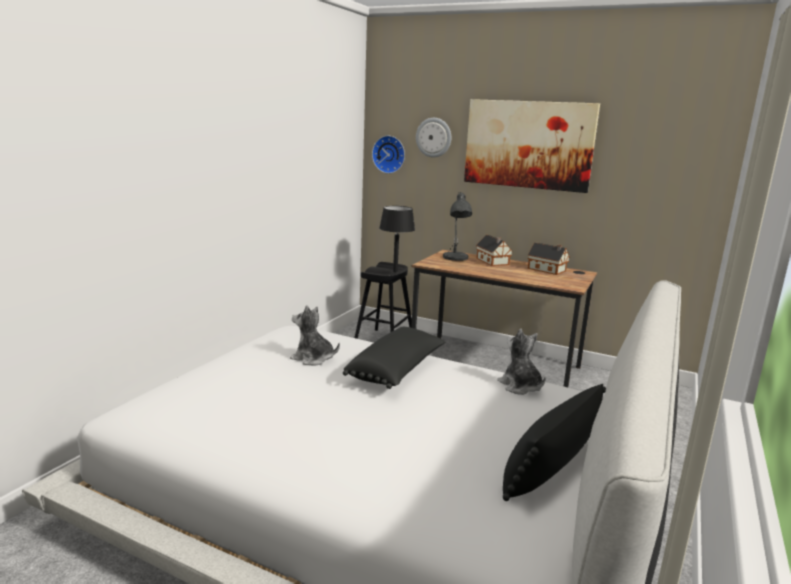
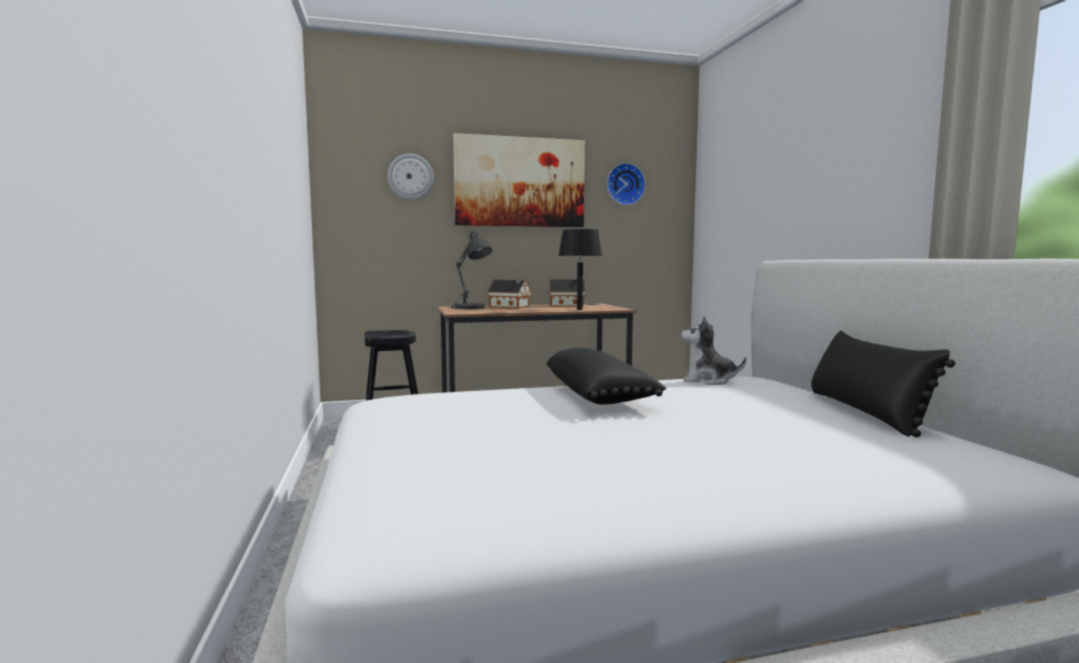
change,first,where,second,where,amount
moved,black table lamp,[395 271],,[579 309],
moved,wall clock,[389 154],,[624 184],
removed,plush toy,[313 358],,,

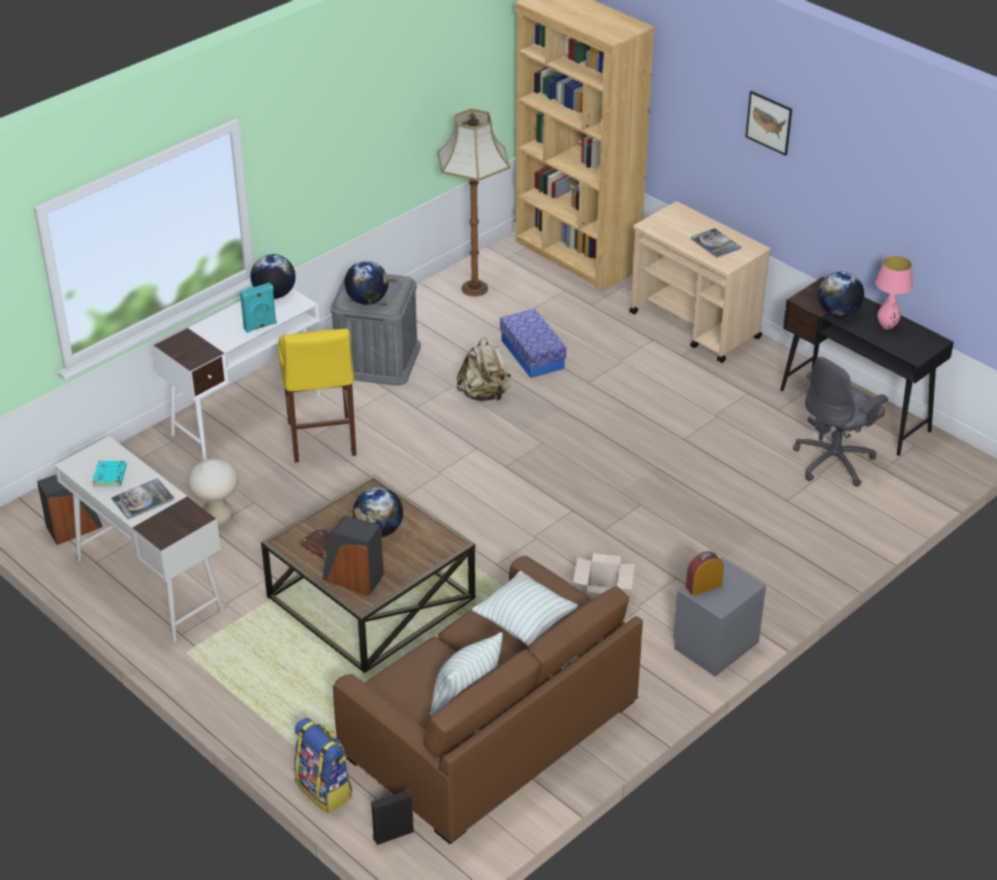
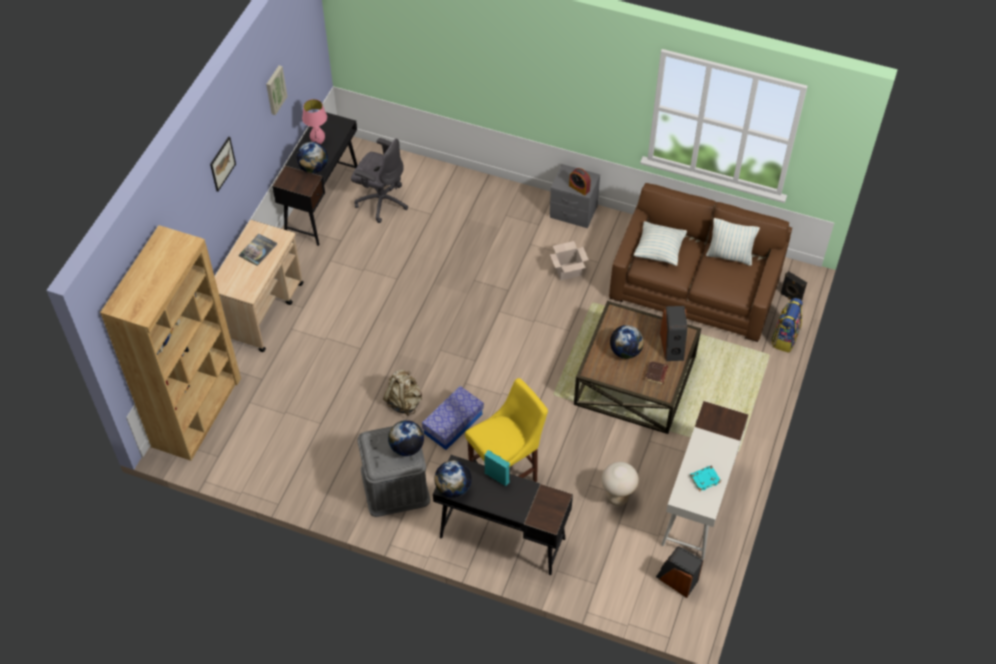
change,first,where,second,where,amount
added,,,picture,[275 89],
moved,storage box,[532 354],,[453 424],
recoloured,white desk,[247 414],black desk,[501 537],
removed,book,[143 499],,,
removed,floor lamp,[474 289],,,

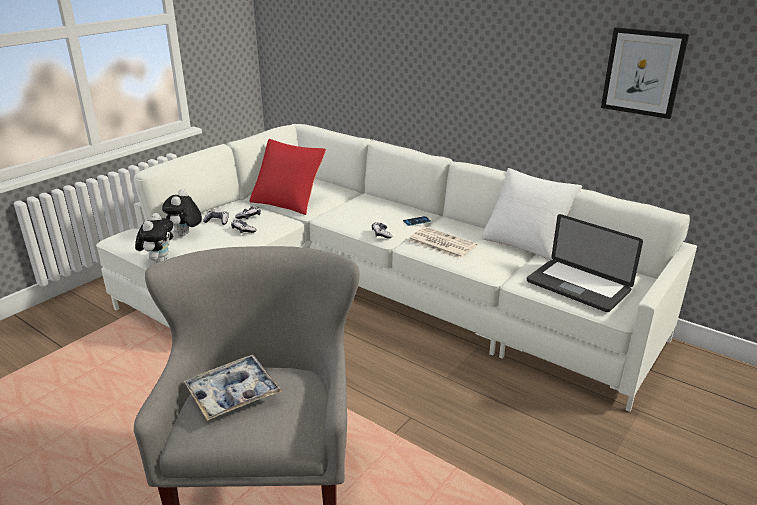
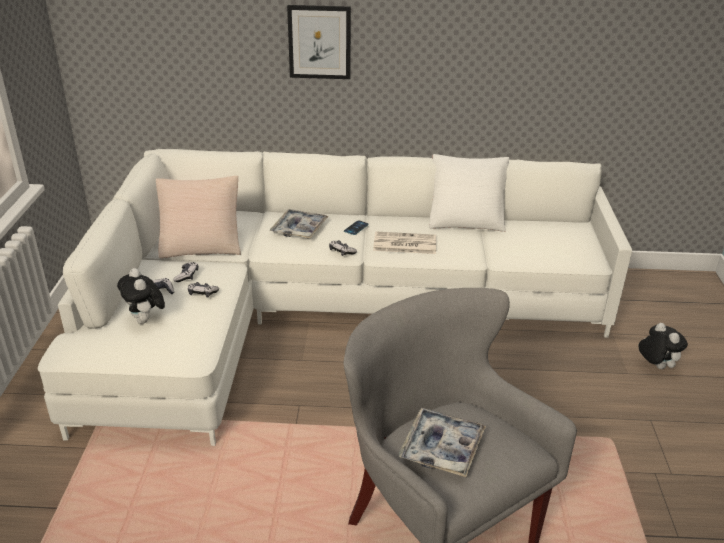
change,first,where,second,where,amount
recoloured,red pillow,[288 201],beige pillow,[201 244],
added,,,tray,[299 229],
moved,picture,[643 72],,[319 42],
moved,plush toy,[159 260],,[655 366],
removed,laptop,[578 286],,,

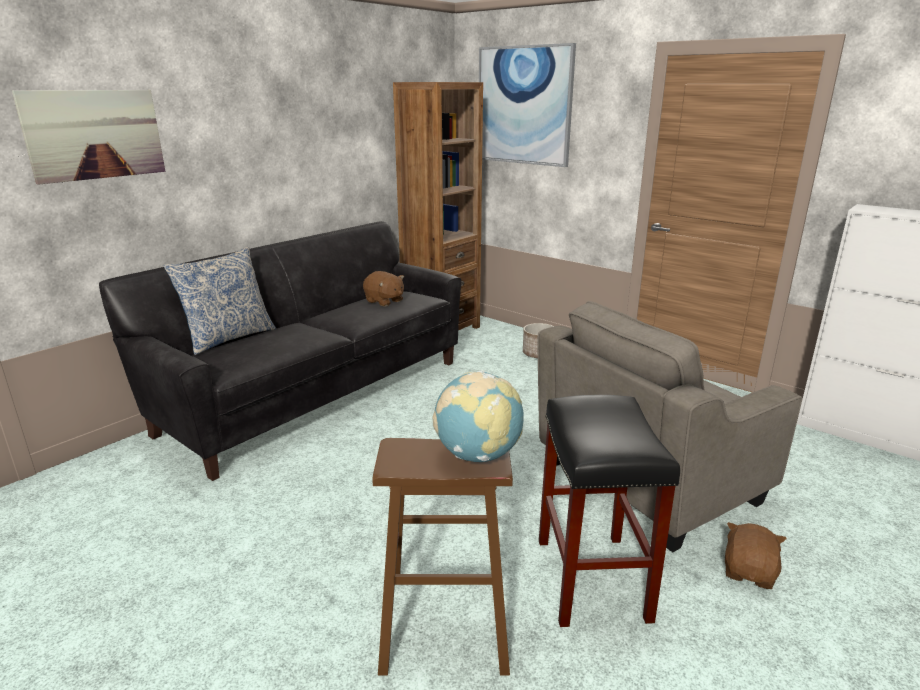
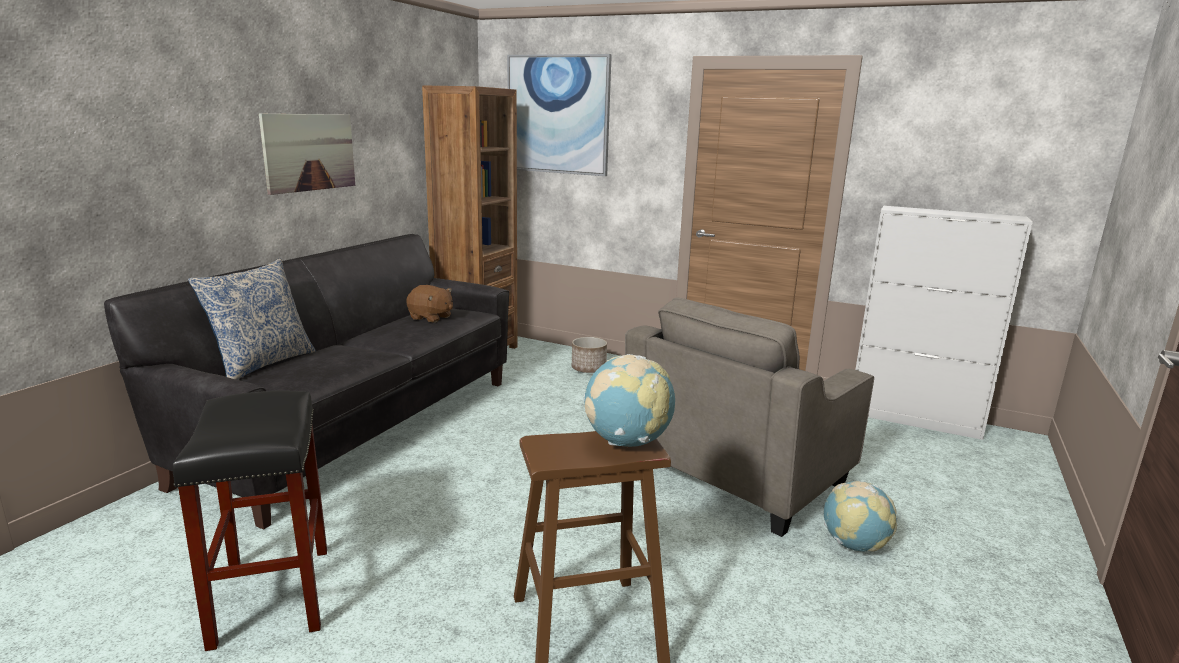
change,first,where,second,where,amount
moved,black stool,[590 577],,[271 594],
moved,picture,[95 134],,[309 152],
replaced,brown plush toy,[749 572],globe,[854 545],

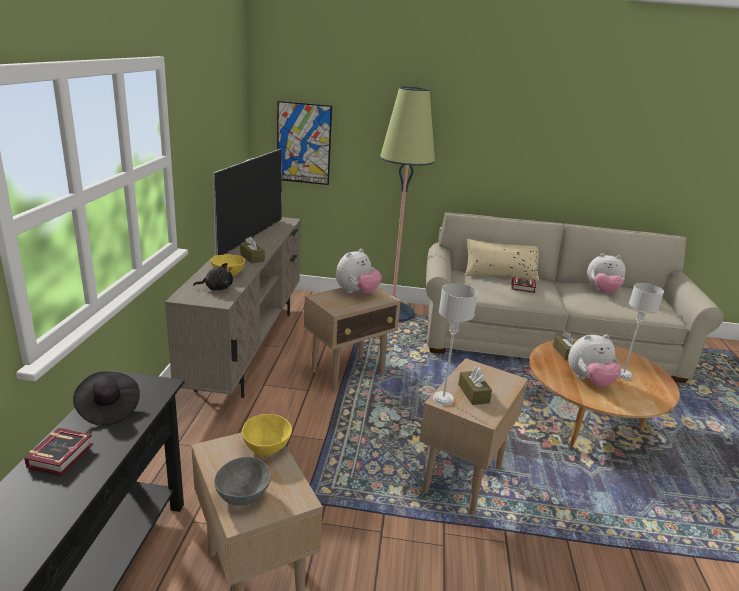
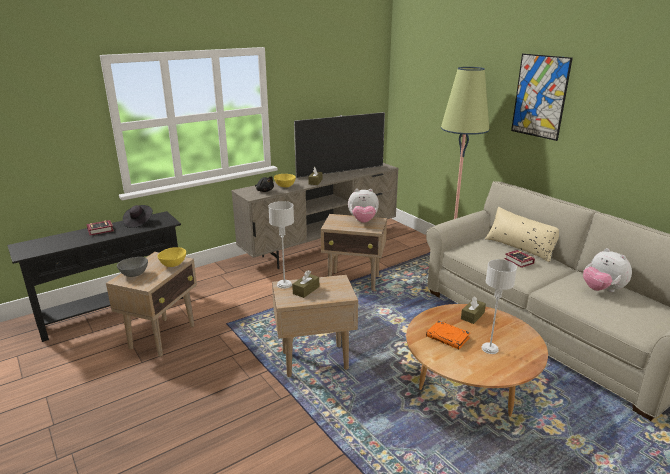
change,first,where,second,where,amount
replaced,plush toy,[589 381],orange book,[448 337],
moved,picture,[303 143],,[540 96],

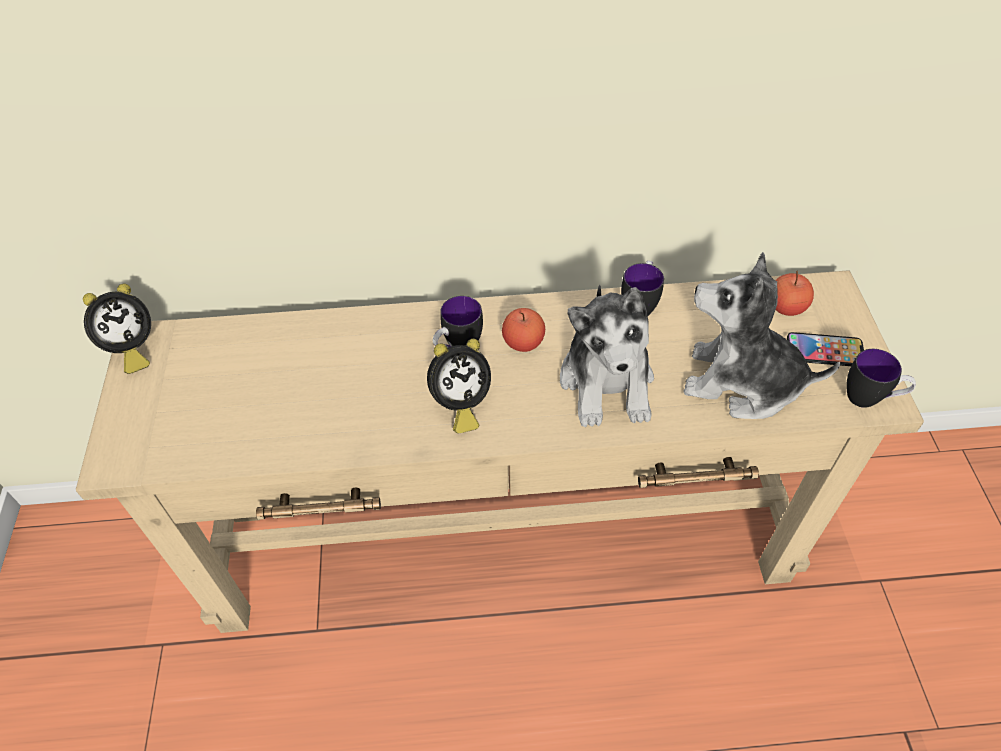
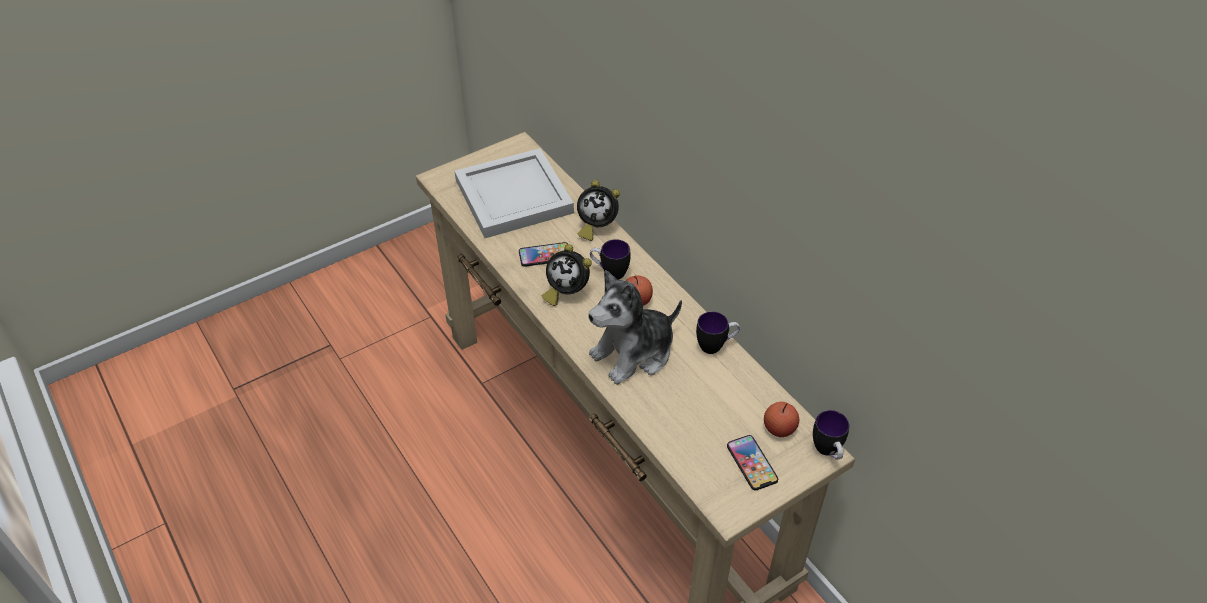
change,first,where,second,where,amount
added,,,white tray,[514 195],
added,,,phone,[545 255],
moved,alarm clock,[131 350],,[596 227],
moved,mug,[870 399],,[828 452],
removed,plush toy,[741 383],,,

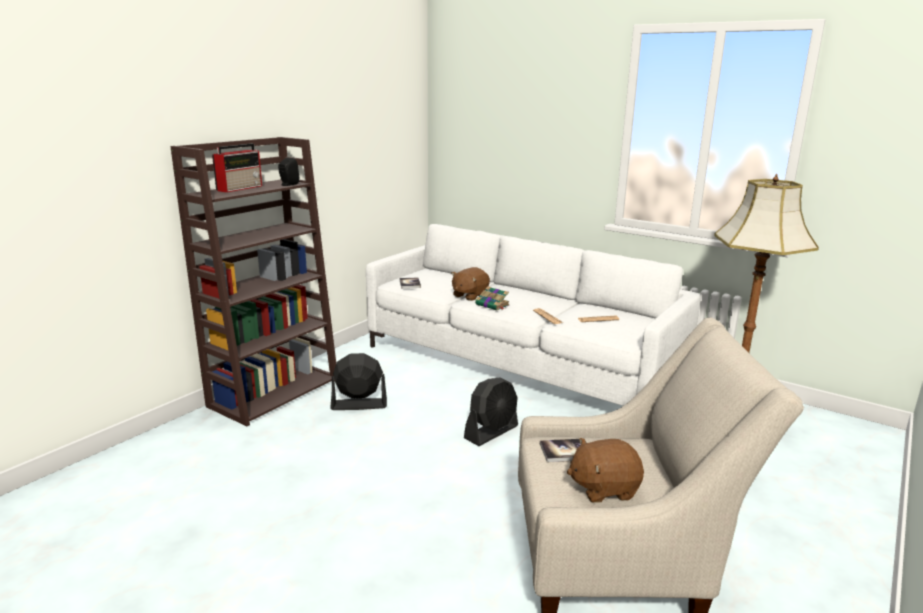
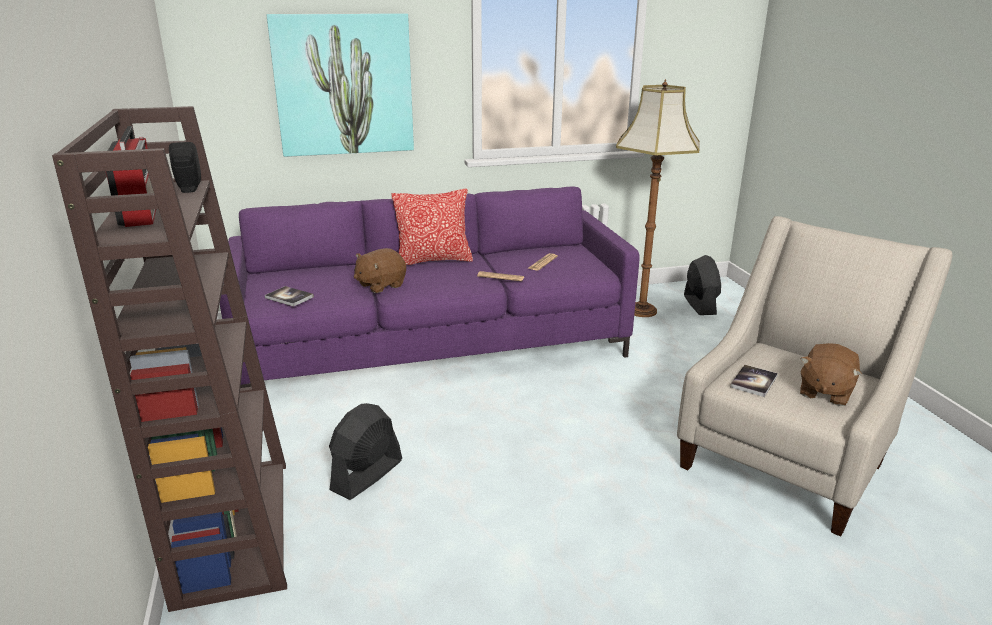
change,first,where,second,where,amount
recoloured,white sofa,[518 365],purple sofa,[433 348],
added,,,picture,[344 85],
turned,brown plush toy,[469 295],,[380 285],60 degrees clockwise
added,,,pillow,[434 260],
moved,black fan,[491 432],,[699 305],
removed,book,[493 305],,,

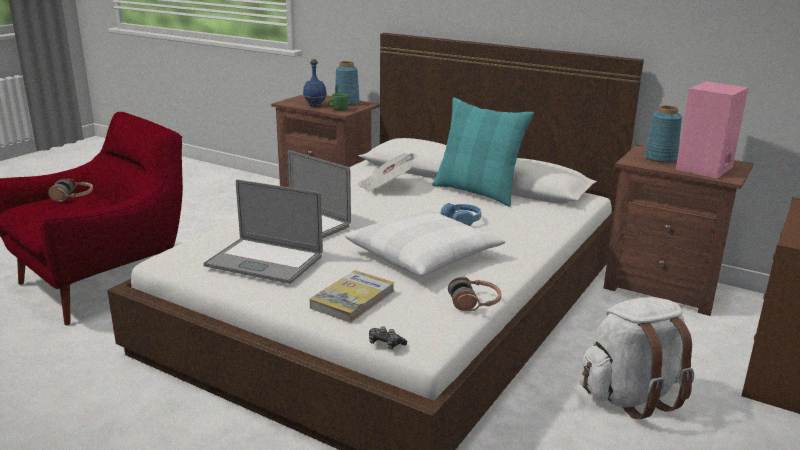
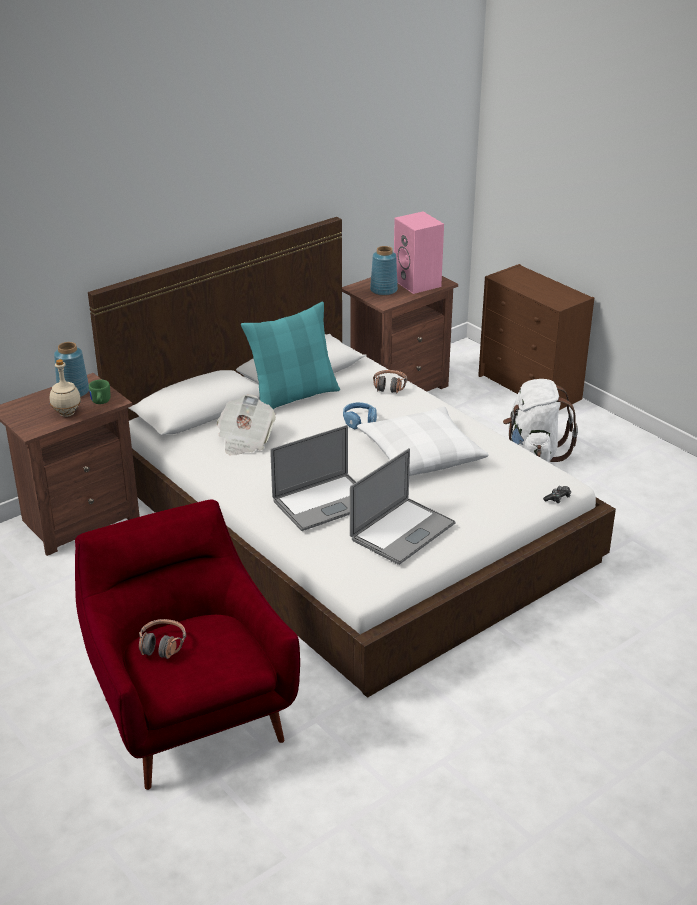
change,first,where,second,where,amount
recoloured,blue bottle,[315 106],beige bottle,[67 413],
moved,headphones,[474 303],,[389 386],
removed,book,[353 299],,,

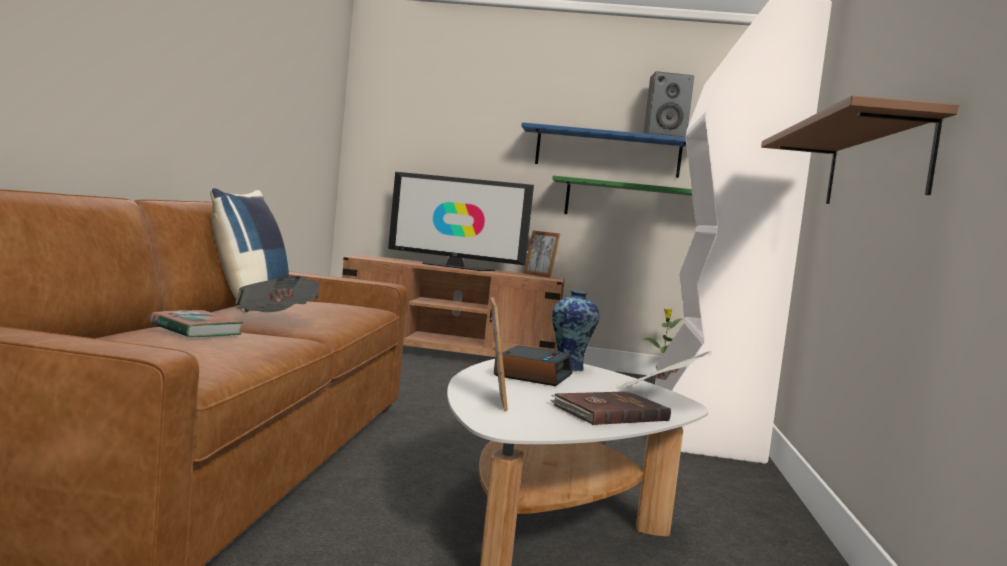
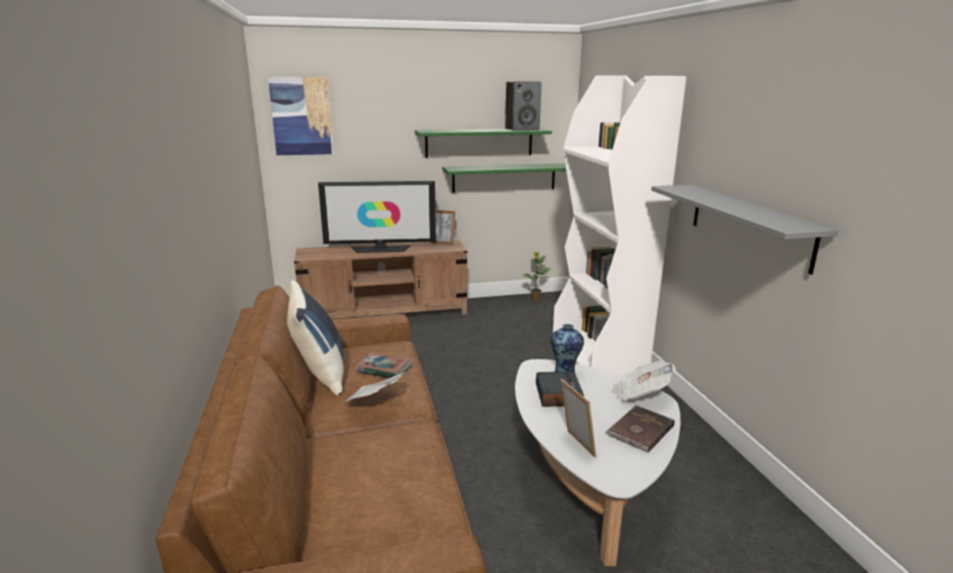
change,first,where,second,where,amount
added,,,picture,[301 116],
moved,book,[195 330],,[384 369],
recoloured,blue shelf,[608 153],green shelf,[479 142],
recoloured,brown shelf,[875 165],grey shelf,[748 225],

